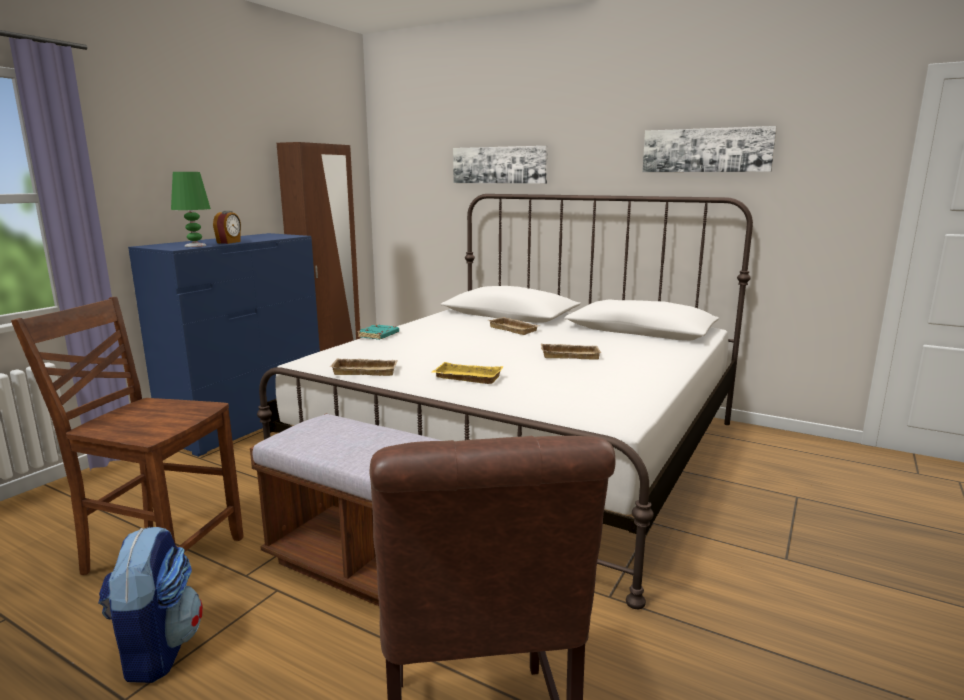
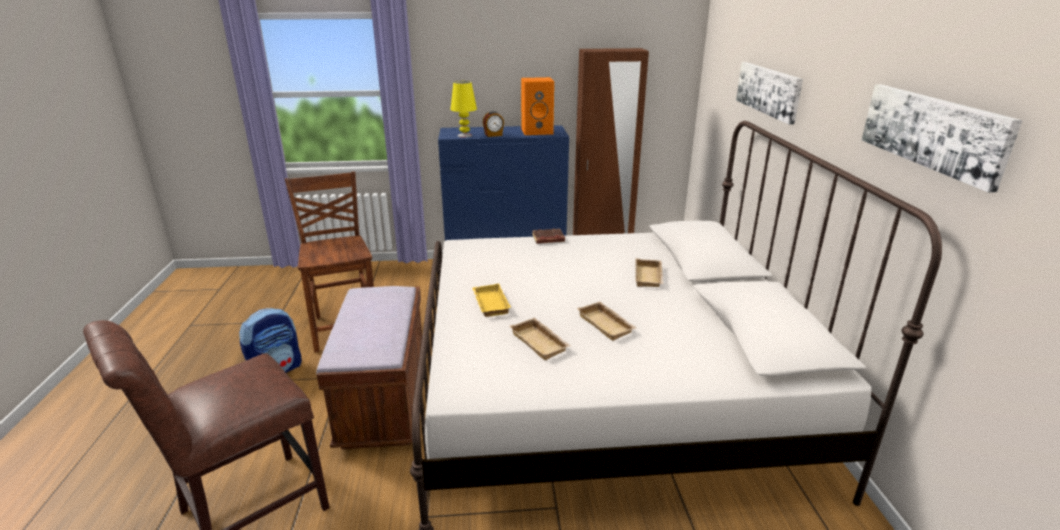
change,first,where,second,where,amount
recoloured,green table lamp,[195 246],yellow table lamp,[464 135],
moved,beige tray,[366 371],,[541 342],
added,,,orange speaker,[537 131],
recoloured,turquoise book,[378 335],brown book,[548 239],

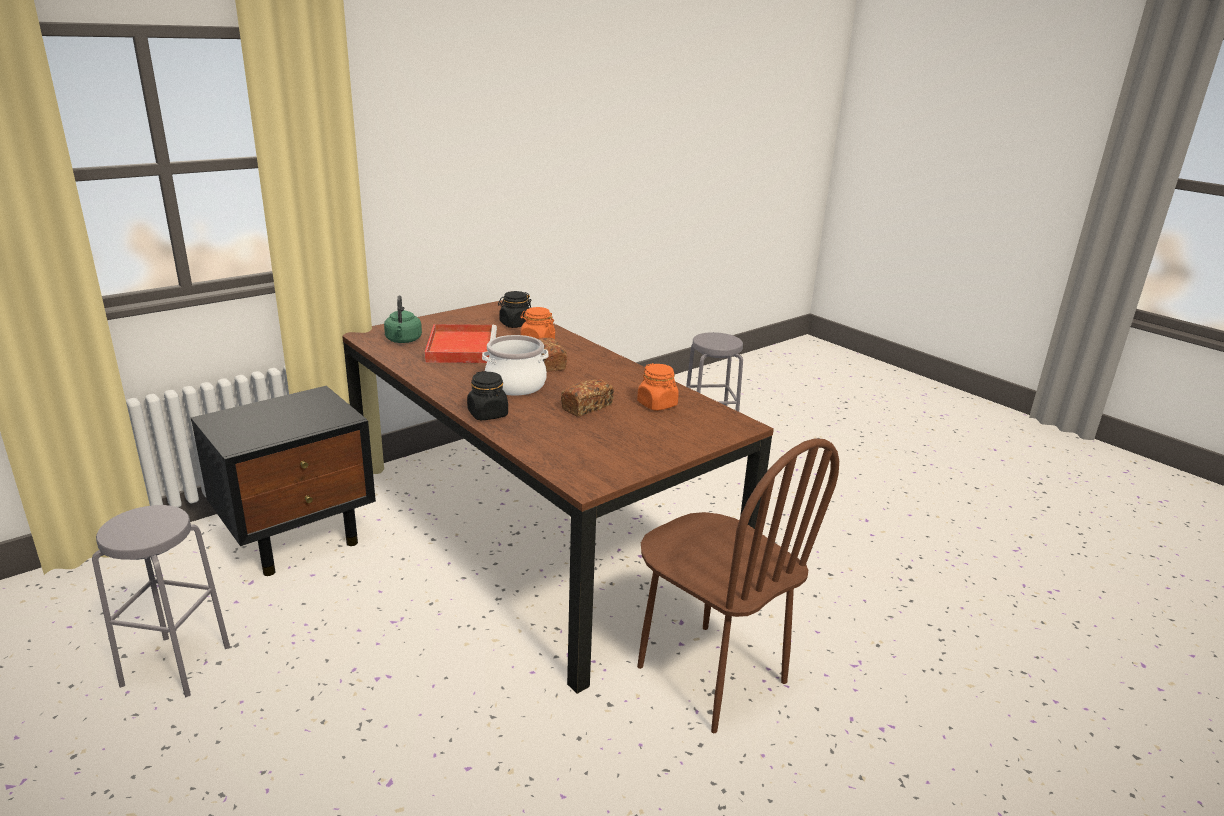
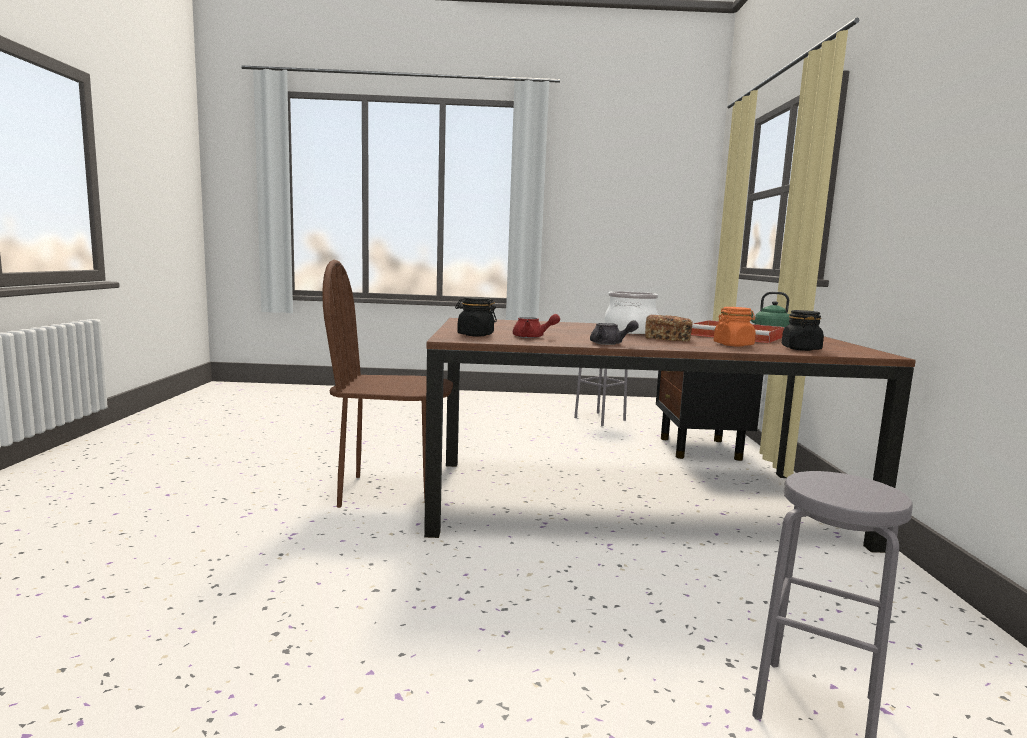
change,first,where,second,where,amount
moved,black jar,[488 414],,[475 335],
replaced,orange jar,[657 404],red teapot,[532 337],
added,,,grey teapot,[610 344],
removed,bread,[587 407],,,

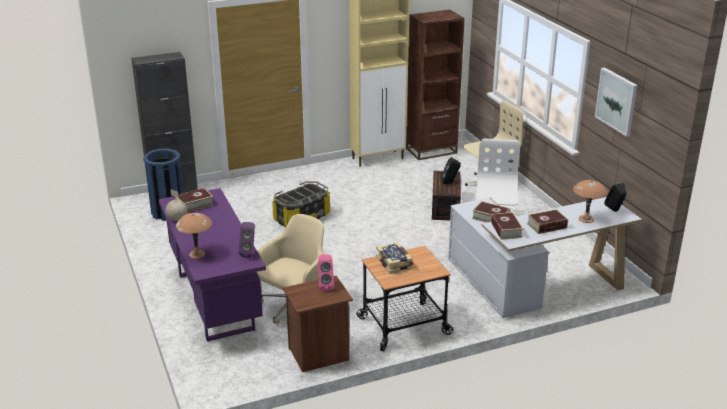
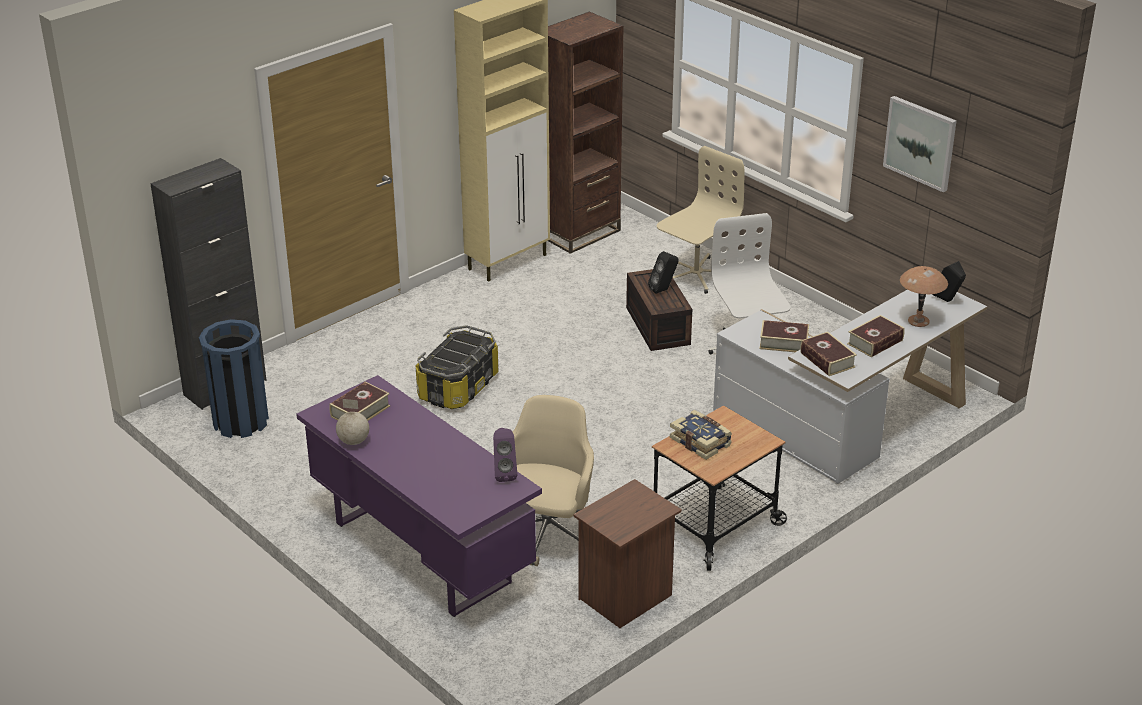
change,first,where,second,where,amount
removed,brown table lamp,[197 254],,,
removed,pink speaker,[325 286],,,

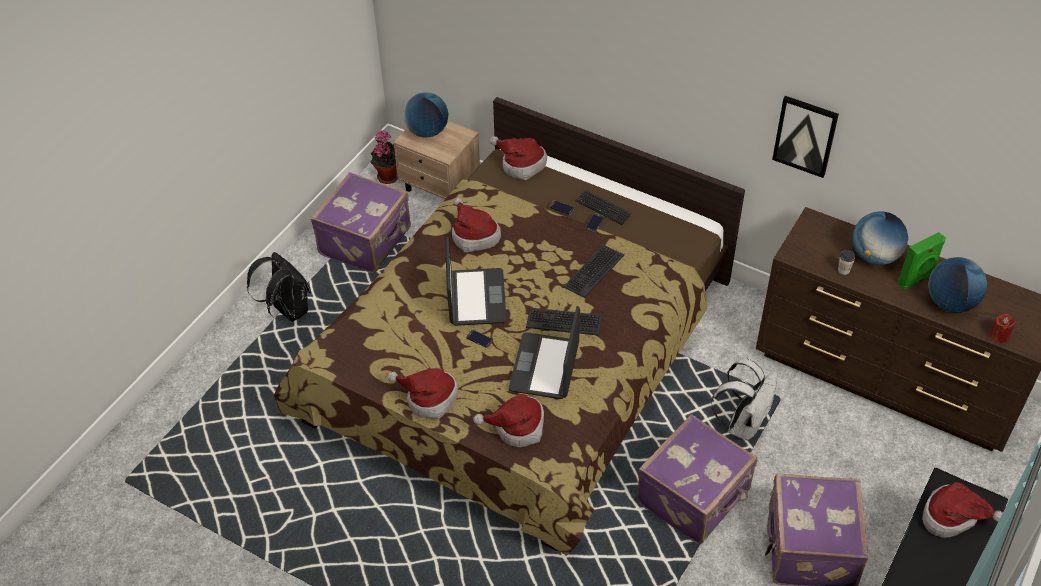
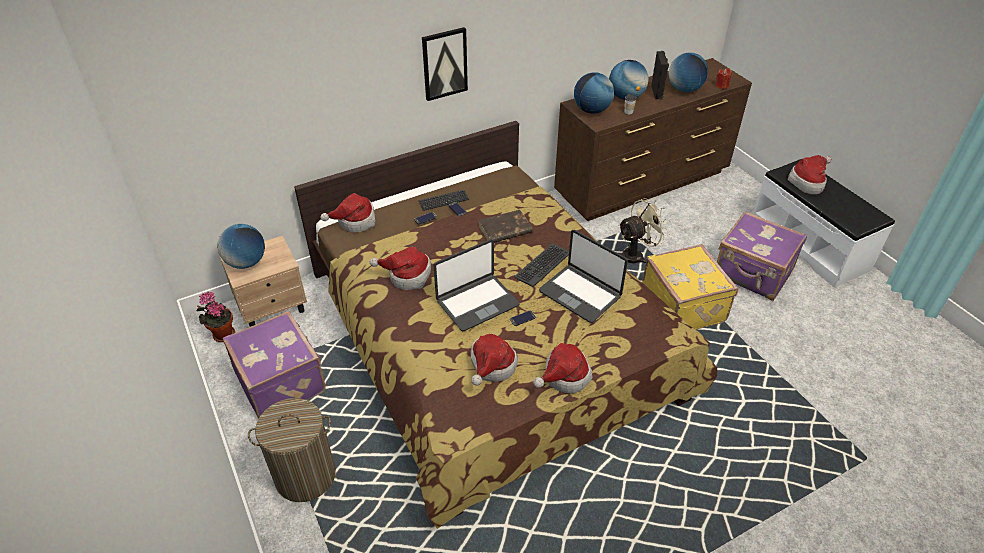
change,first,where,second,where,amount
replaced,black backpack,[287 310],laundry basket,[305 476],
moved,picture,[805 136],,[444 63],
turned,laptop,[475 298],,[477 302],120 degrees clockwise
moved,hat,[516 427],,[491 367],
replaced,keyboard,[593 271],brown book,[504 229],
added,,,globe,[592 110],
replaced,white backpack,[743 423],beige fan,[636 255],
recoloured,purple suitcase,[695 497],yellow suitcase,[683 306],
recoloured,green speaker,[916 280],black speaker,[657 92],

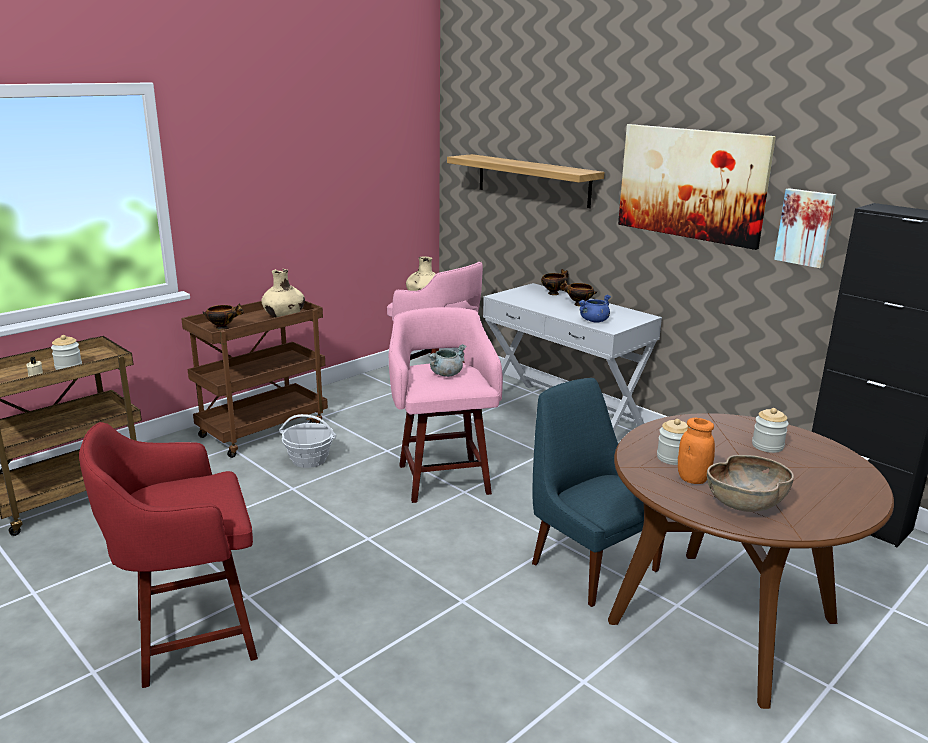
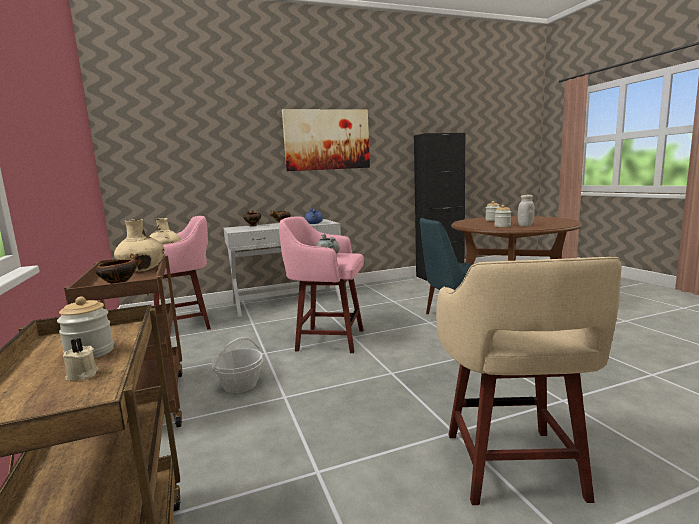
change,first,where,second,where,amount
recoloured,red stool,[189 639],beige stool,[514 468],
recoloured,orange jar,[692 479],white jar,[525 225],
removed,shelf,[532 180],,,
removed,brown bowl,[745 504],,,
removed,picture,[805 227],,,

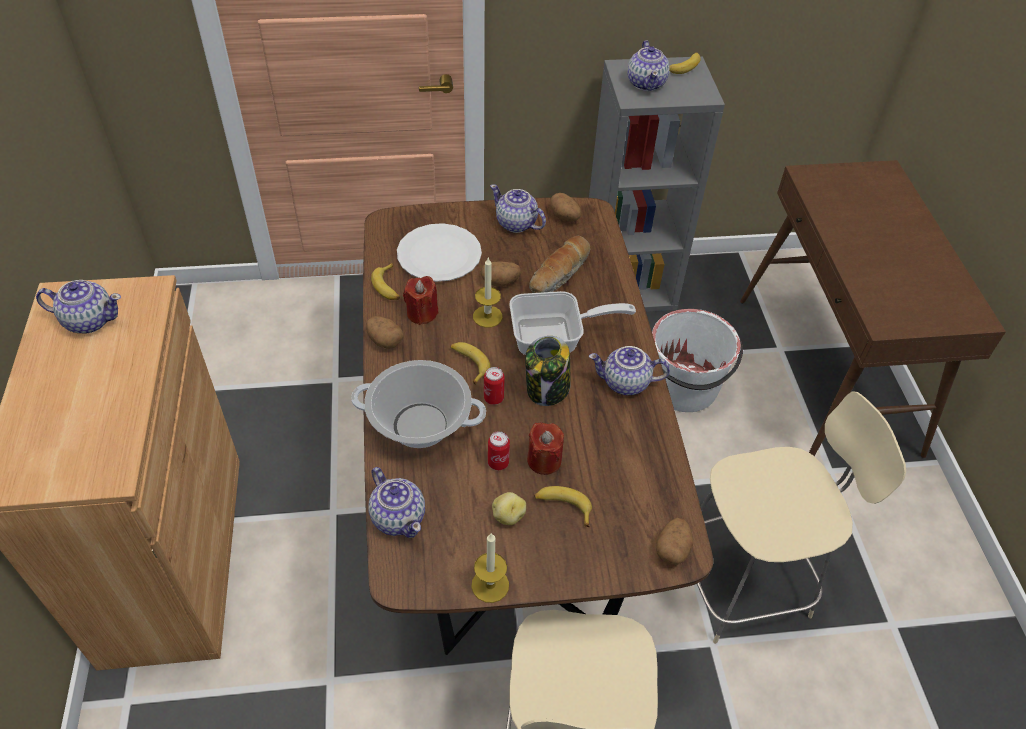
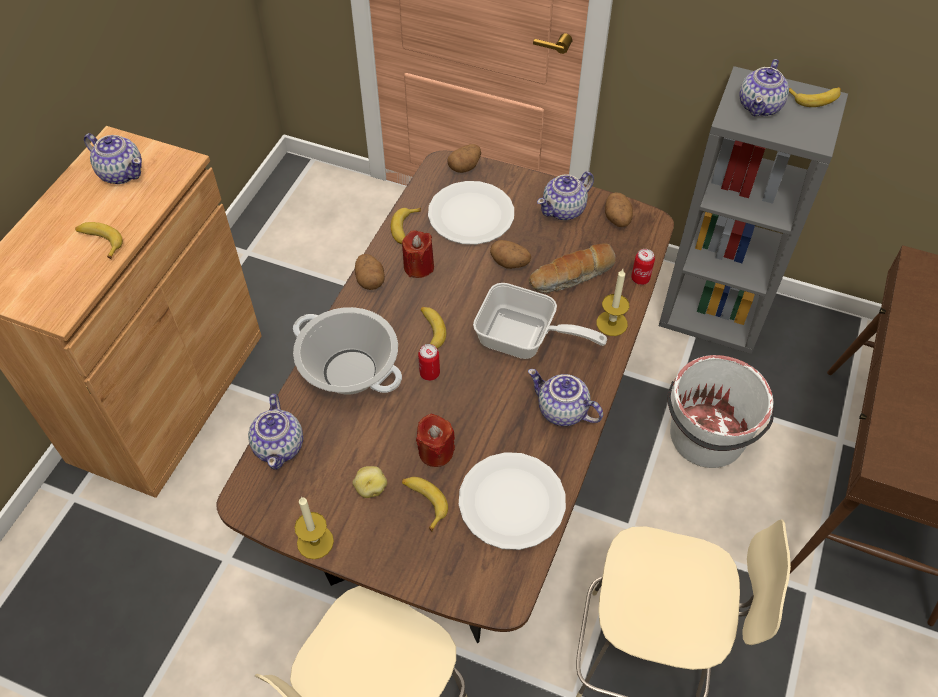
change,first,where,second,where,amount
added,,,banana,[100 242],
moved,potato,[672 549],,[464 167],
added,,,white plate,[511 502],
turned,teapot,[516 224],,[564 209],105 degrees counterclockwise
moved,candle,[487 316],,[611 323],
moved,can,[498 462],,[640 278],
removed,jar,[547 389],,,

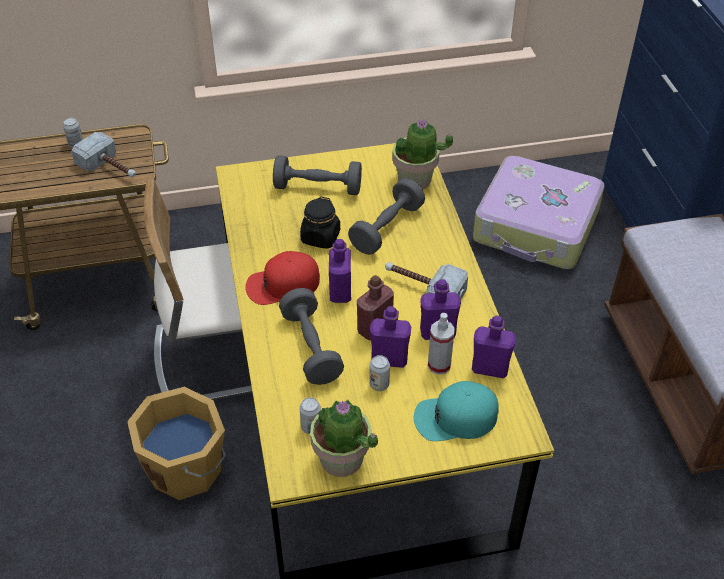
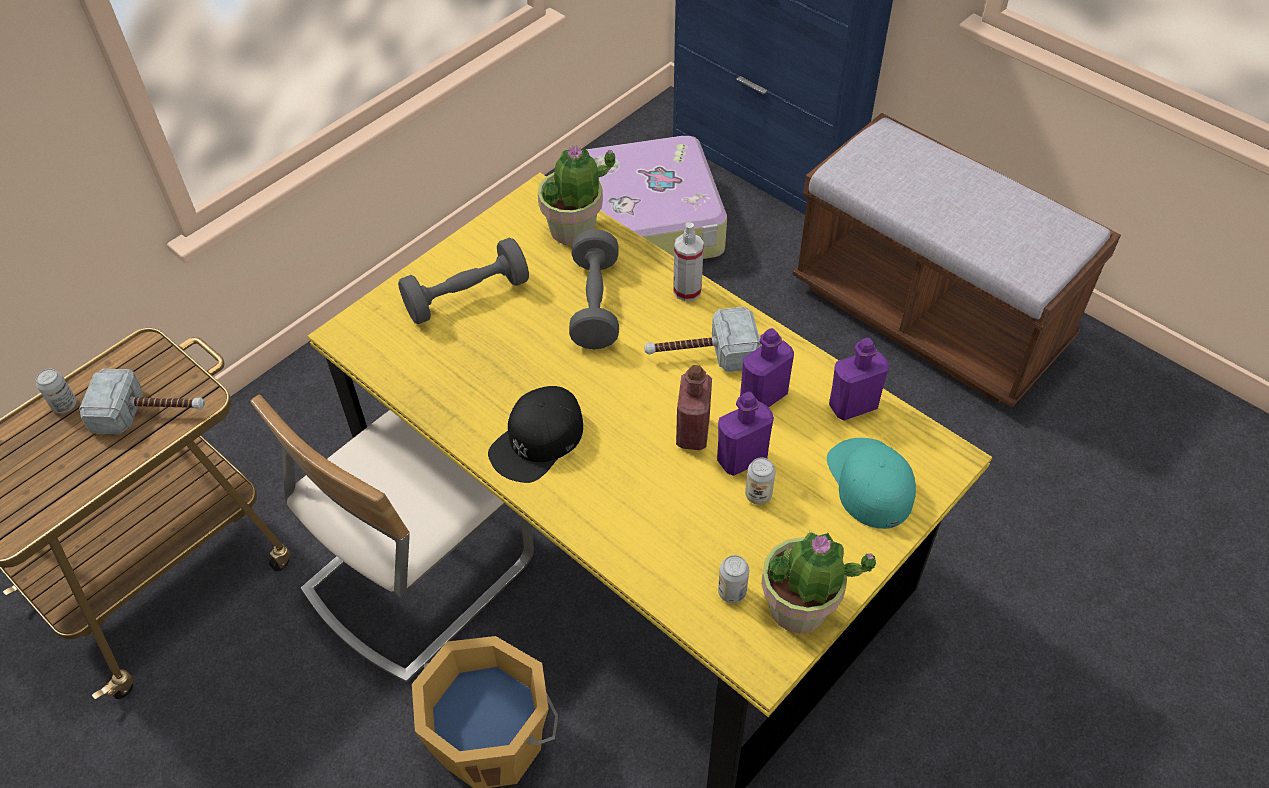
change,first,where,second,where,amount
recoloured,red cap,[282 284],black cap,[537 440],
moved,spray bottle,[439 365],,[687 291],
turned,turquoise cap,[455 417],,[869 482],120 degrees clockwise
removed,grey dumbbell,[311 347],,,
removed,black jar,[320 237],,,
removed,purple bottle,[340 292],,,

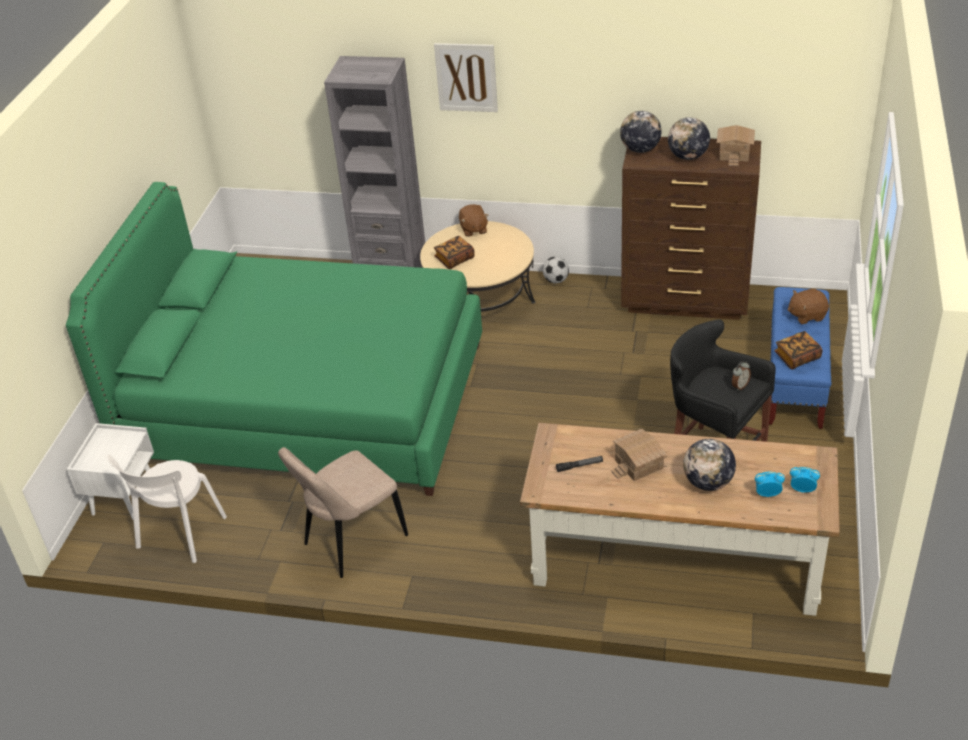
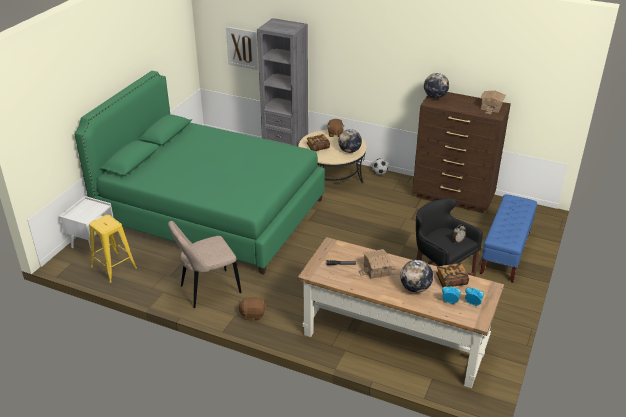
change,first,where,second,where,amount
replaced,white chair,[179 535],yellow stool,[114 267],
moved,picture,[466 77],,[242 48],
moved,brown plush toy,[806 315],,[252 314],
moved,globe,[688 157],,[349 151],
moved,book,[797 357],,[451 281],

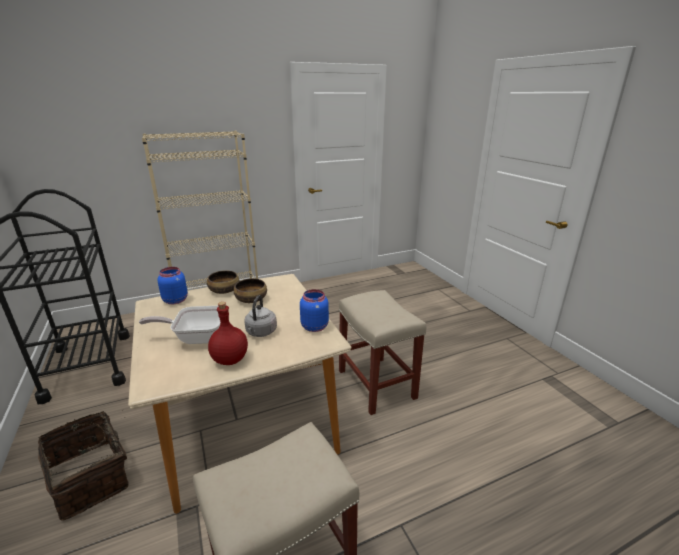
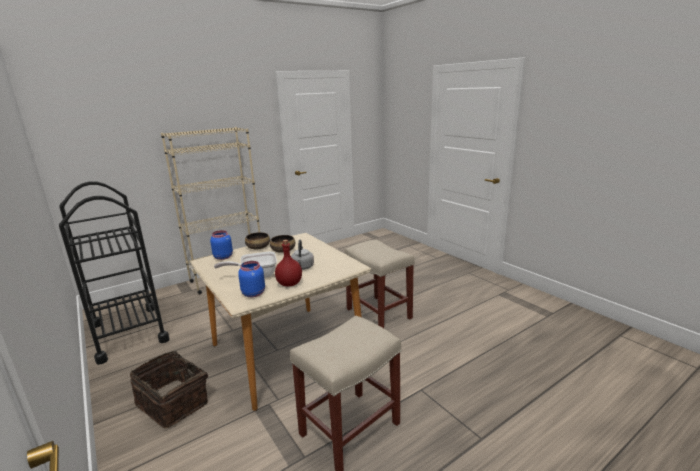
change,first,where,second,where,amount
moved,blue jar,[315 326],,[253 293],

